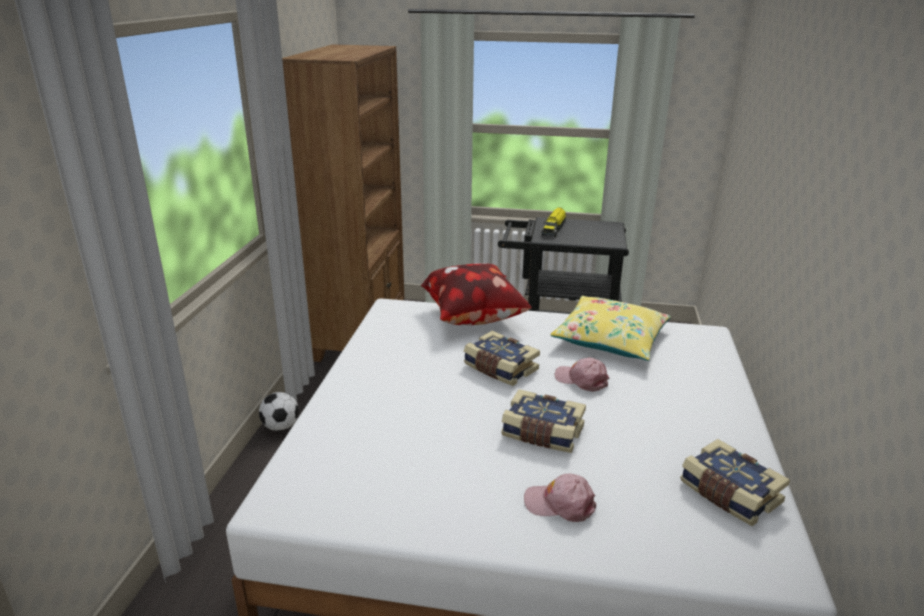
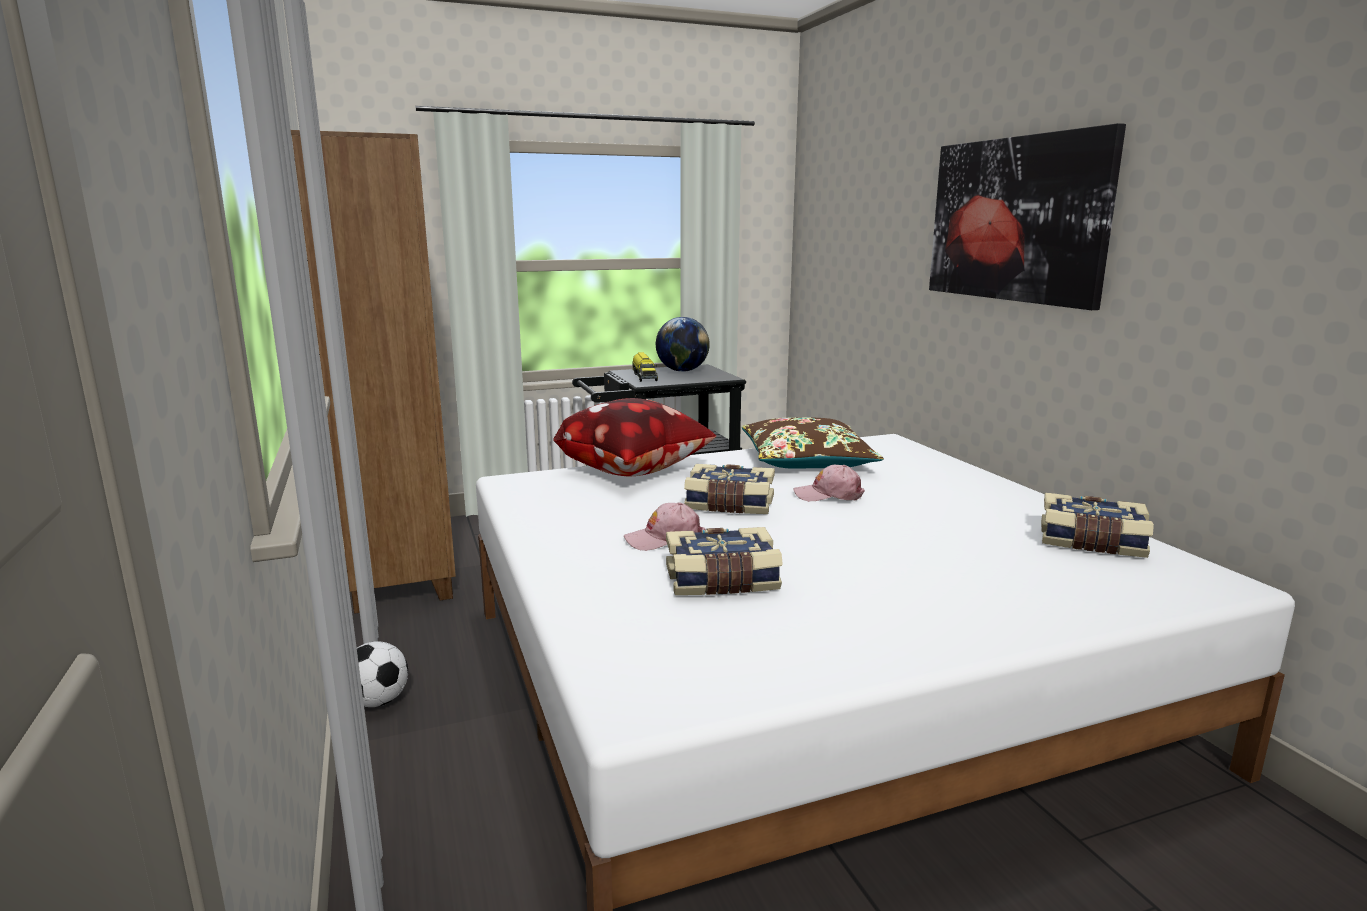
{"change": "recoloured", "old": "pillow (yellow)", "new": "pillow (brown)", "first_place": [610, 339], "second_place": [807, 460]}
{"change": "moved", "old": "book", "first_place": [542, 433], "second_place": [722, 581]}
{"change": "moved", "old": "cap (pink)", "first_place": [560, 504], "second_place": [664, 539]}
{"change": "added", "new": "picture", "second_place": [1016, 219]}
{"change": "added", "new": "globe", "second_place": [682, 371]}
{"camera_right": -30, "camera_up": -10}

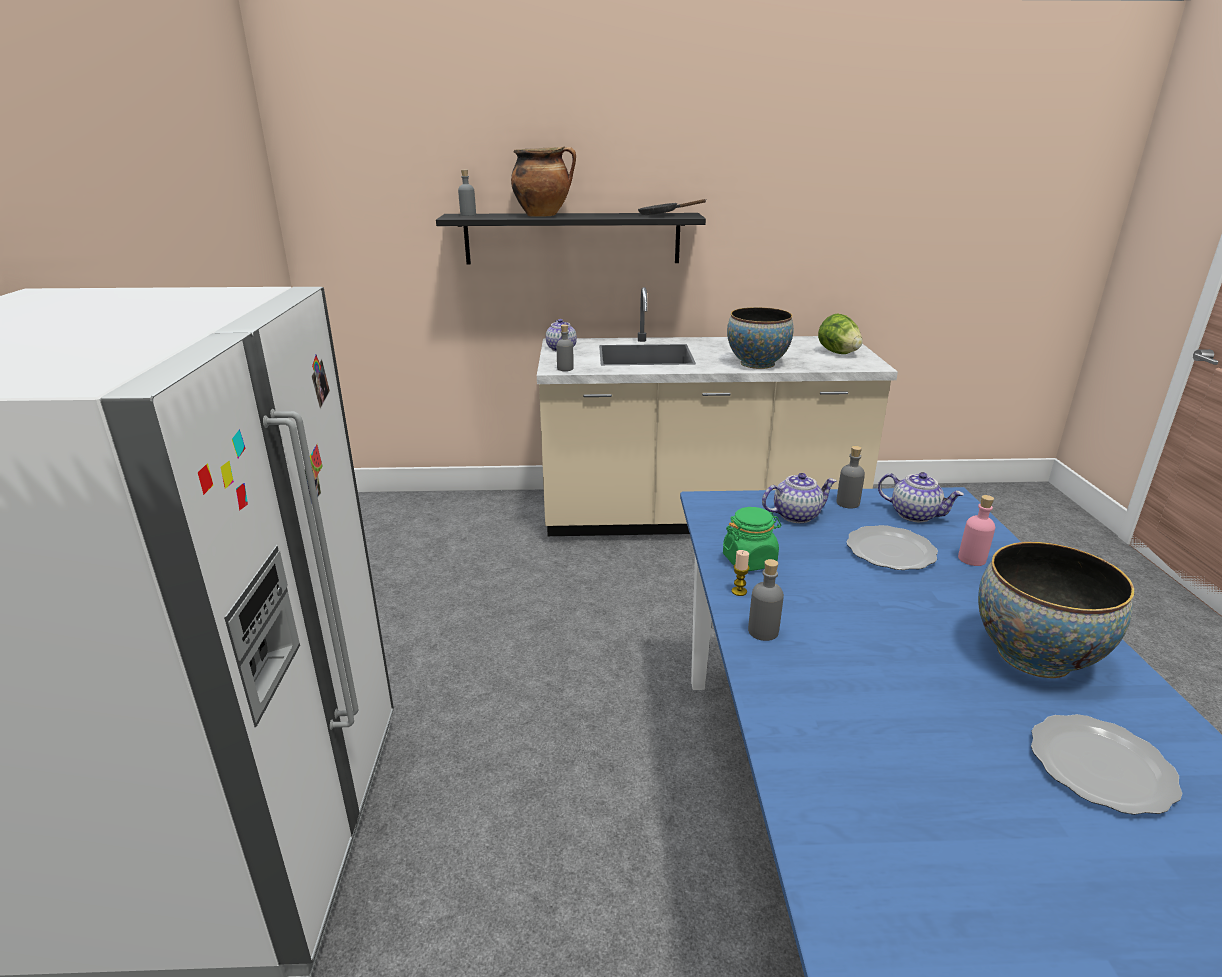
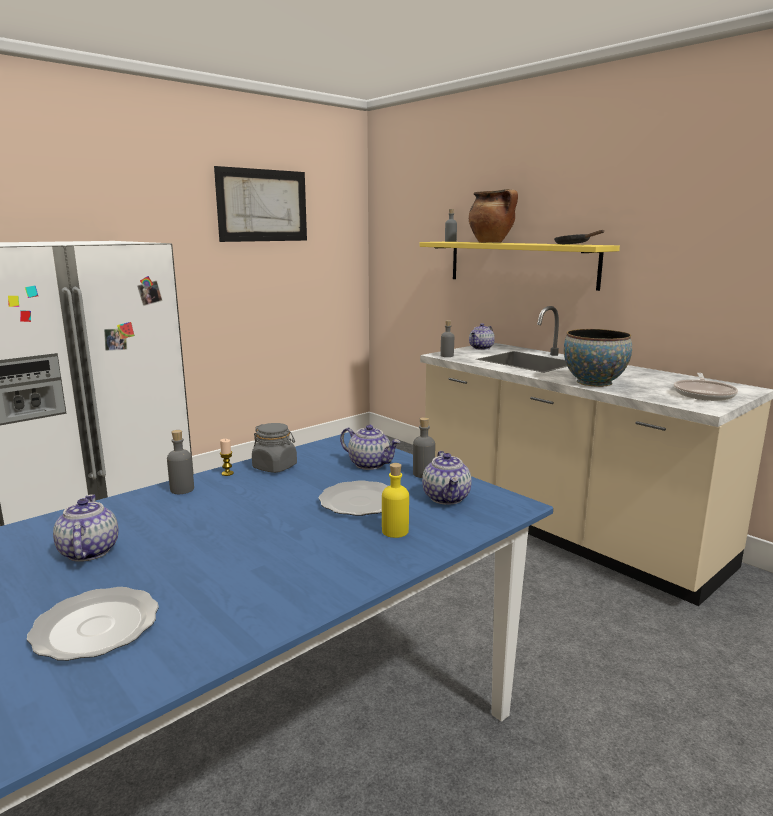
{"change": "recoloured", "old": "shelf (black)", "new": "shelf (yellow)", "first_place": [572, 238], "second_place": [520, 263]}
{"change": "replaced", "old": "lettuce", "new": "frying pan", "first_place": [838, 353], "second_place": [703, 394]}
{"change": "recoloured", "old": "bottle (pink)", "new": "bottle (yellow)", "first_place": [972, 559], "second_place": [395, 531]}
{"change": "recoloured", "old": "jar (green)", "new": "jar (grey)", "first_place": [749, 560], "second_place": [275, 467]}
{"change": "removed", "old": "bowl", "first_place": [1034, 656]}
{"change": "added", "new": "picture", "second_place": [263, 205]}
{"change": "added", "new": "teapot", "second_place": [88, 551]}
{"camera_right": 50, "camera_up": -10}

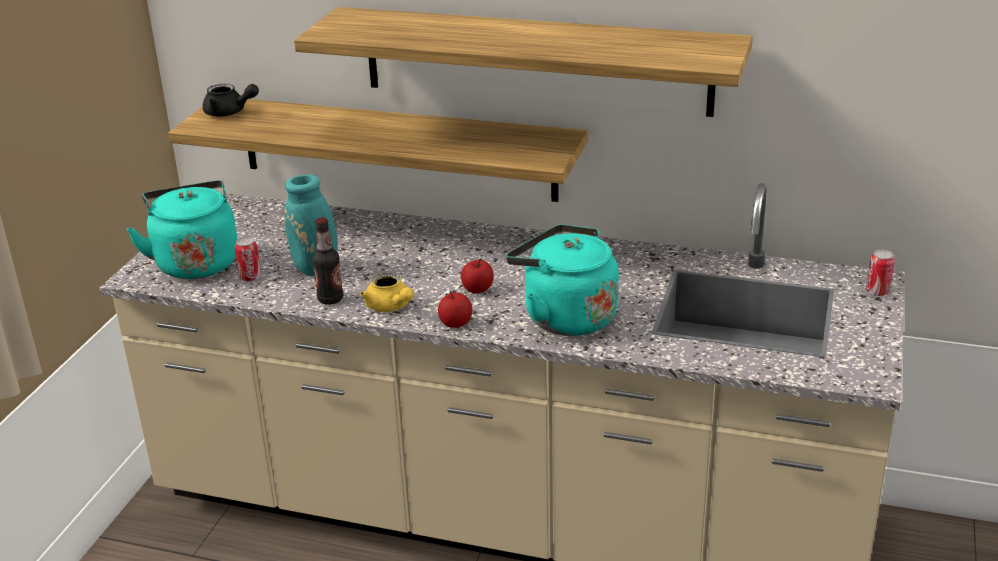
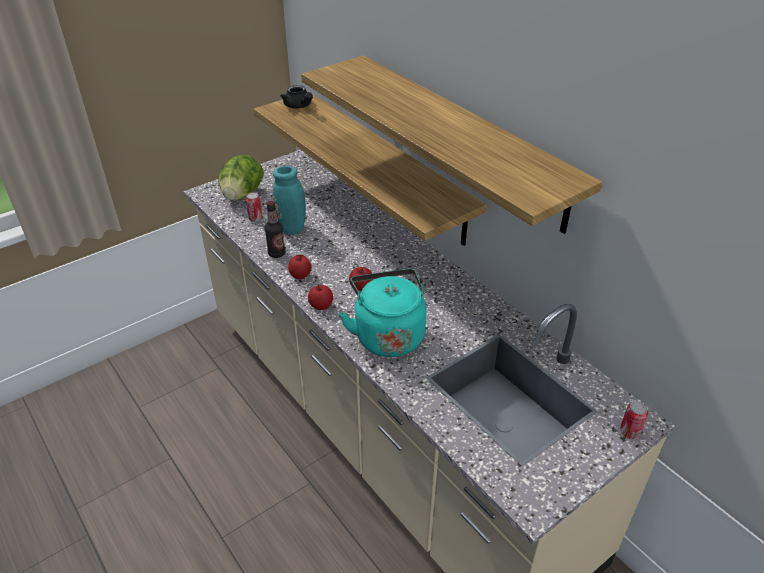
{"change": "replaced", "old": "kettle (turquoise)", "new": "lettuce", "first_place": [195, 262], "second_place": [242, 195]}
{"change": "replaced", "old": "teapot (yellow)", "new": "apple", "first_place": [390, 307], "second_place": [300, 275]}
{"camera_right": 35, "camera_up": 10}

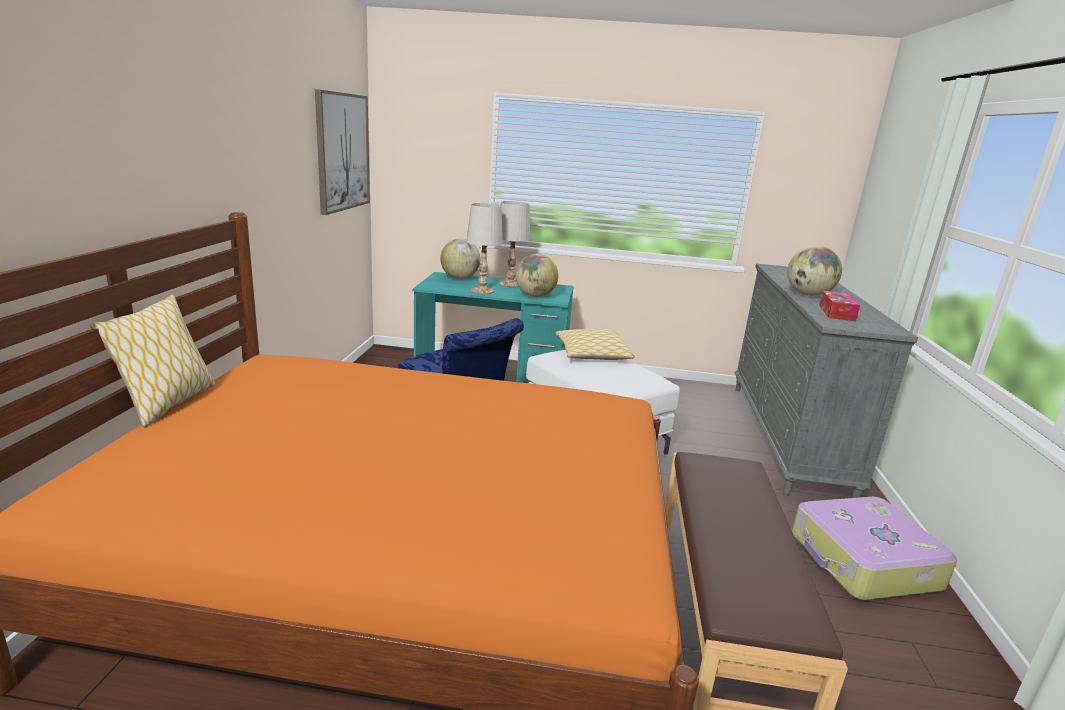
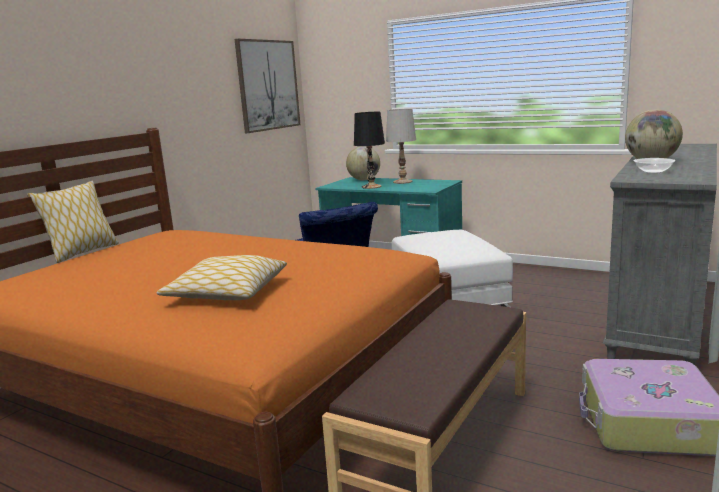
{"change": "recoloured", "old": "table lamp (white)", "new": "table lamp (black)", "first_place": [482, 290], "second_place": [371, 186]}
{"change": "removed", "old": "globe", "first_place": [535, 296]}
{"change": "replaced", "old": "tissue box", "new": "bowl", "first_place": [836, 313], "second_place": [653, 172]}
{"change": "moved", "old": "pillow", "first_place": [592, 355], "second_place": [227, 293]}
{"camera_right": 25, "camera_up": -5}

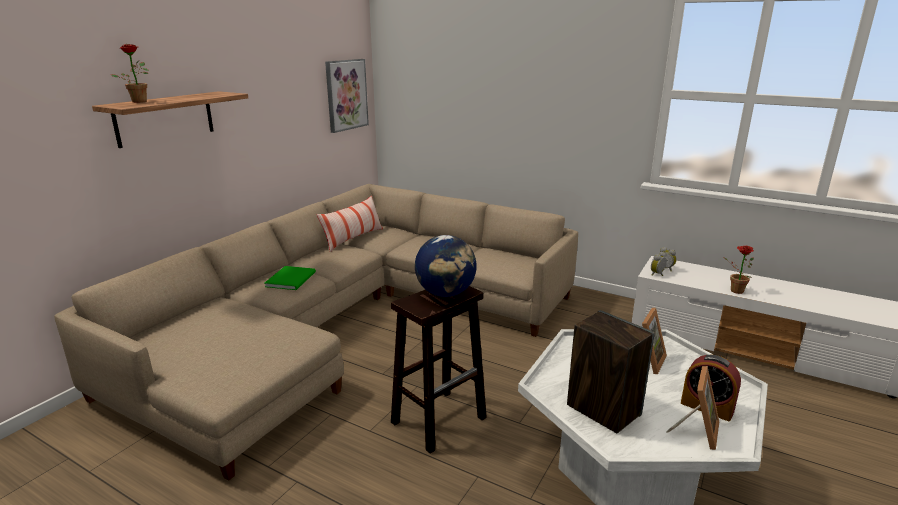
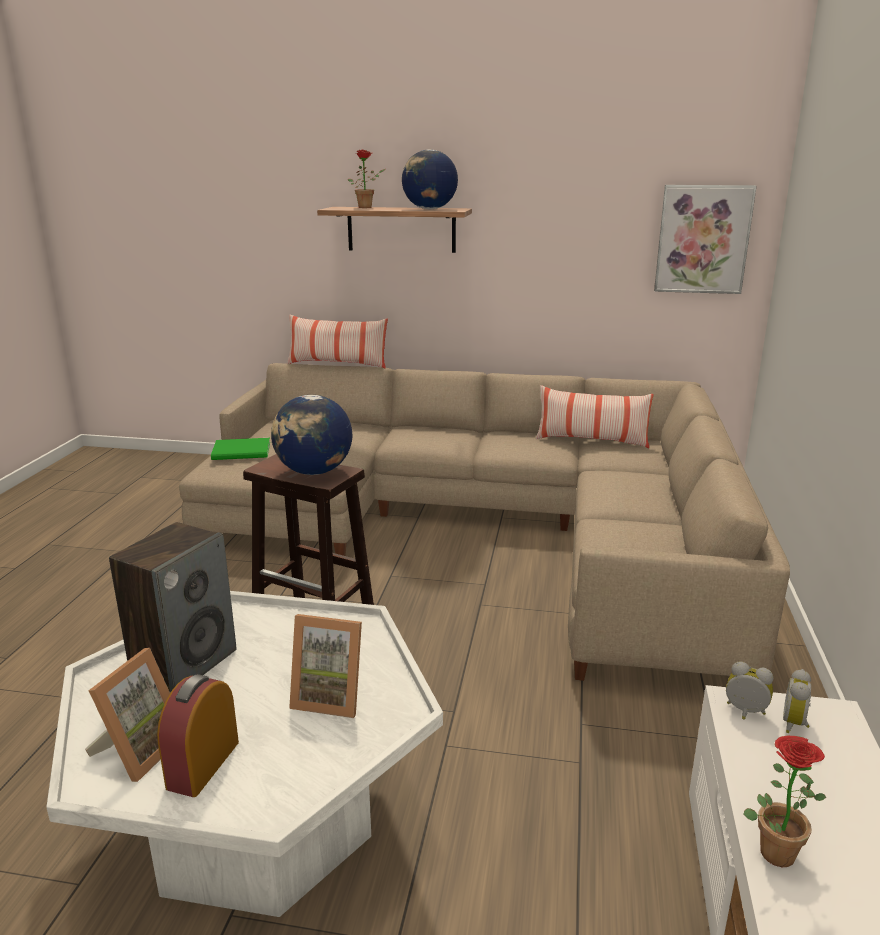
{"change": "moved", "old": "book (green)", "first_place": [292, 279], "second_place": [243, 451]}
{"change": "turned", "old": "picture frame", "first_place": [696, 430], "second_place": [139, 750], "degrees": -75}
{"change": "added", "new": "globe", "second_place": [429, 209]}
{"change": "added", "new": "pillow", "second_place": [337, 364]}
{"camera_right": 70, "camera_up": 0}

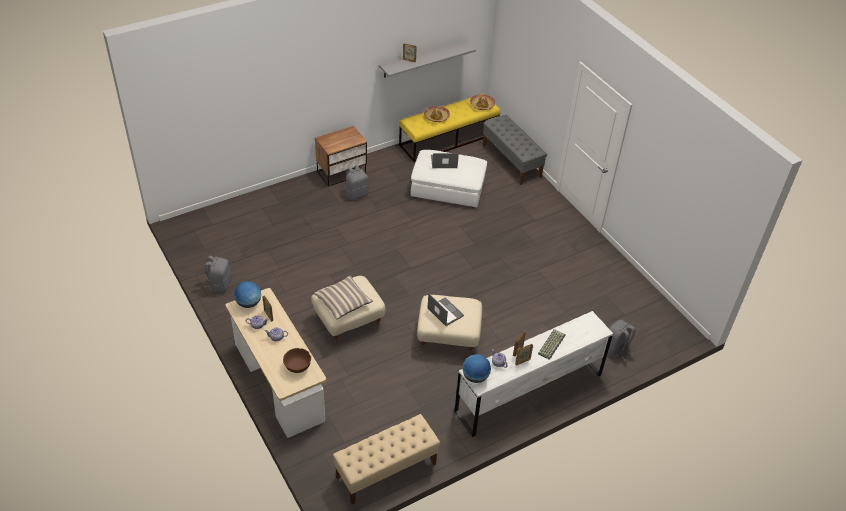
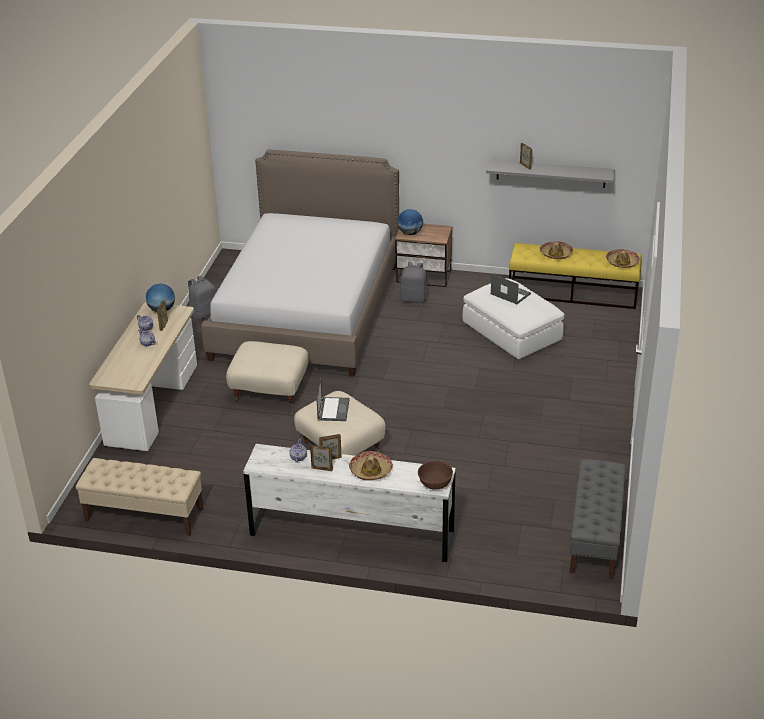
{"change": "moved", "old": "bench (grey)", "first_place": [511, 161], "second_place": [595, 536]}
{"change": "removed", "old": "pillow", "first_place": [343, 301]}
{"change": "removed", "old": "backpack (grey)", "first_place": [616, 349]}
{"change": "replaced", "old": "keyboard", "new": "hat", "first_place": [551, 344], "second_place": [371, 470]}
{"change": "moved", "old": "bowl (brown)", "first_place": [297, 366], "second_place": [435, 484]}
{"change": "moved", "old": "globe", "first_place": [475, 377], "second_place": [410, 233]}
{"change": "added", "new": "bed", "second_place": [307, 311]}
{"camera_right": 45, "camera_up": -10}

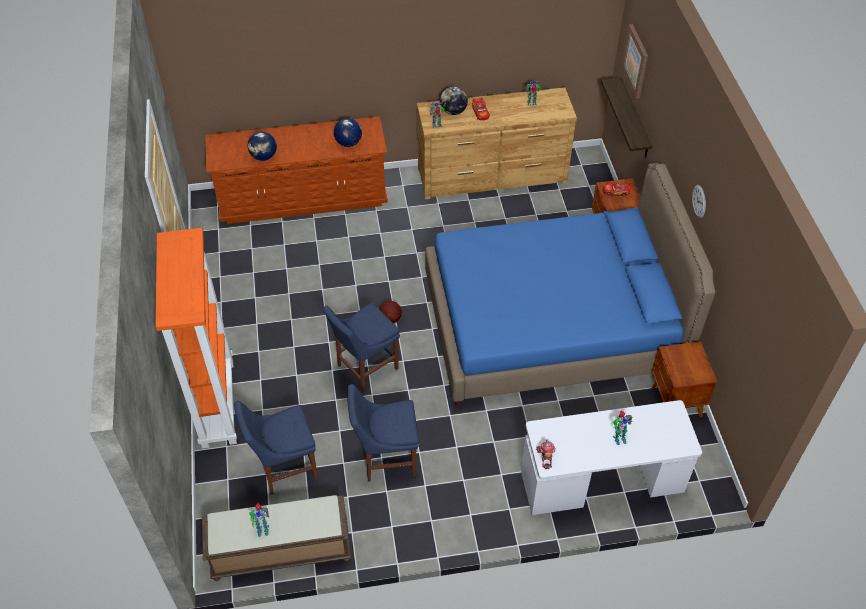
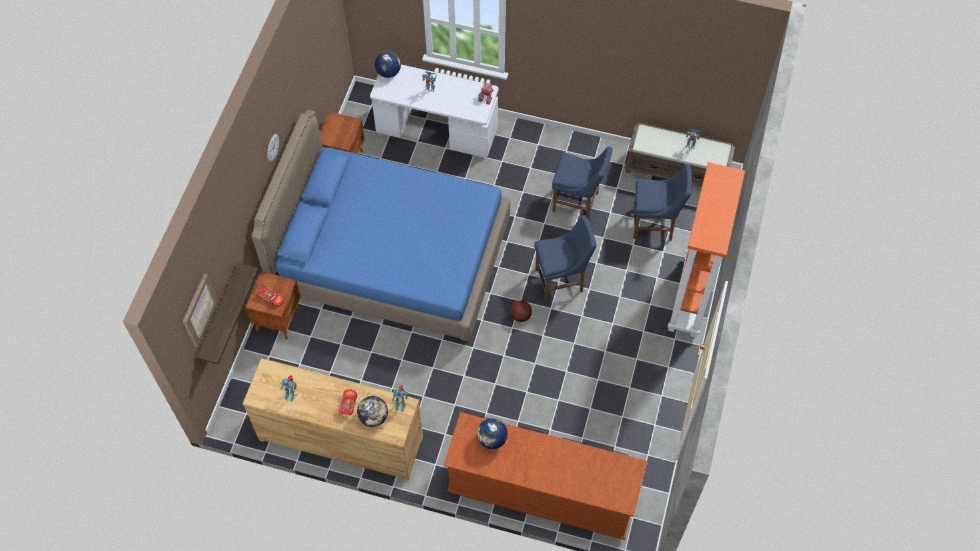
{"change": "moved", "old": "globe", "first_place": [264, 157], "second_place": [388, 72]}
{"camera_right": -155, "camera_up": 10}

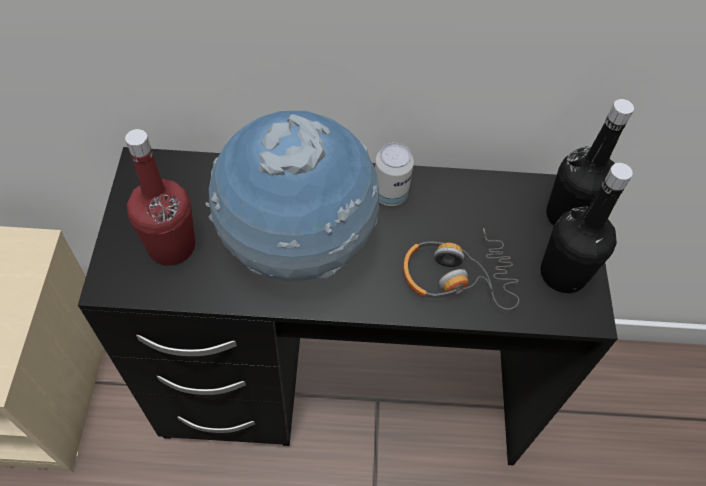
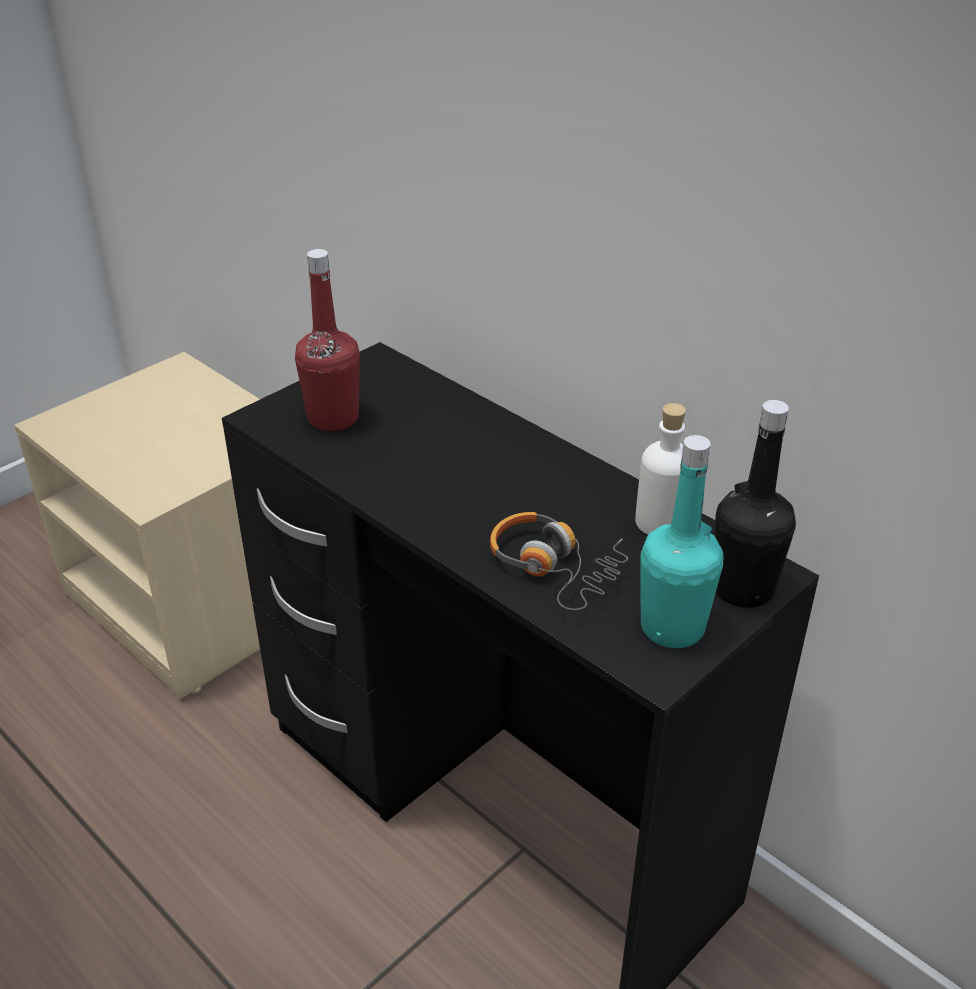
{"change": "removed", "old": "globe", "first_place": [297, 246]}
{"change": "removed", "old": "can", "first_place": [390, 194]}
{"change": "recoloured", "old": "bottle (black)", "new": "bottle (turquoise)", "first_place": [563, 274], "second_place": [672, 627]}
{"change": "added", "new": "bottle (white)", "second_place": [660, 522]}
{"camera_right": 45, "camera_up": -20}

